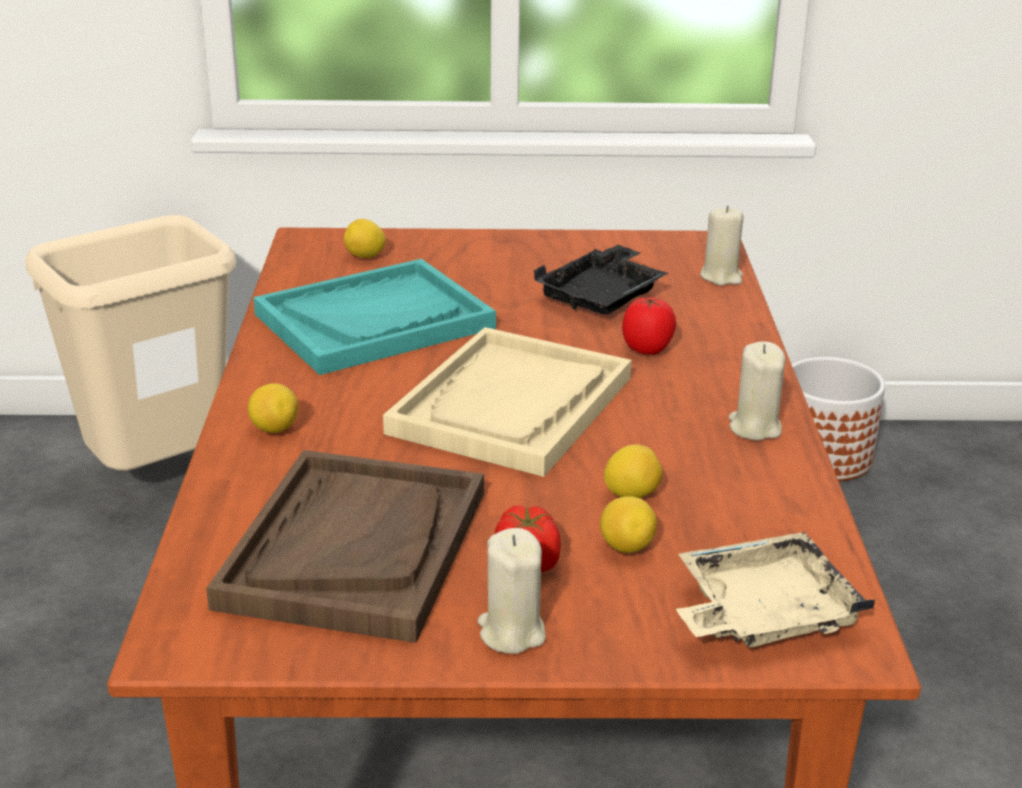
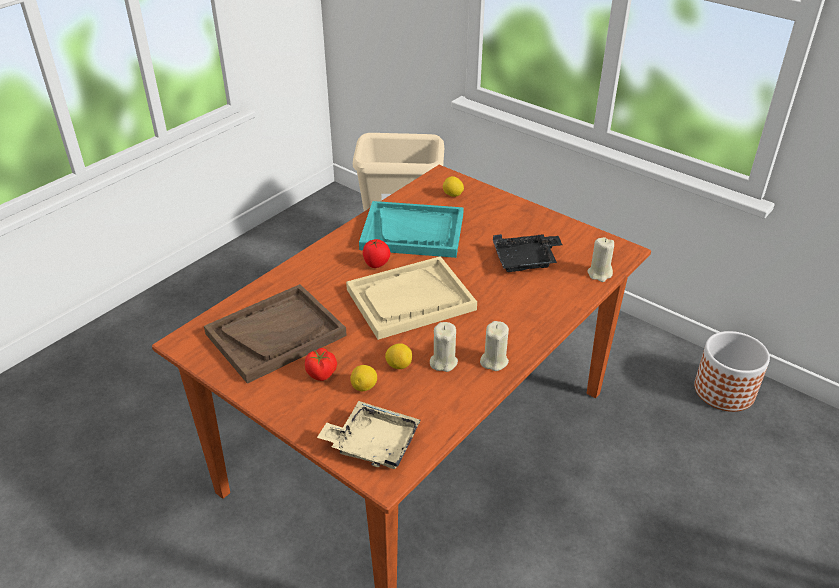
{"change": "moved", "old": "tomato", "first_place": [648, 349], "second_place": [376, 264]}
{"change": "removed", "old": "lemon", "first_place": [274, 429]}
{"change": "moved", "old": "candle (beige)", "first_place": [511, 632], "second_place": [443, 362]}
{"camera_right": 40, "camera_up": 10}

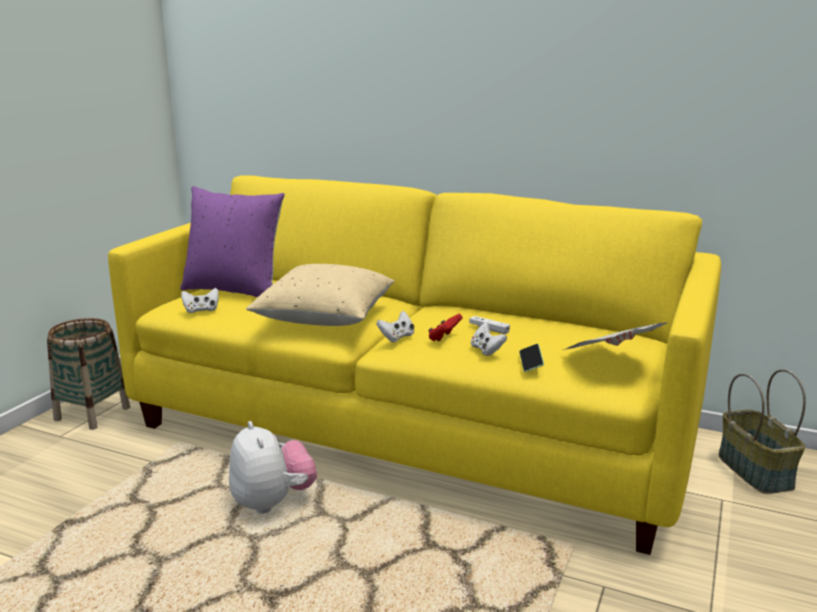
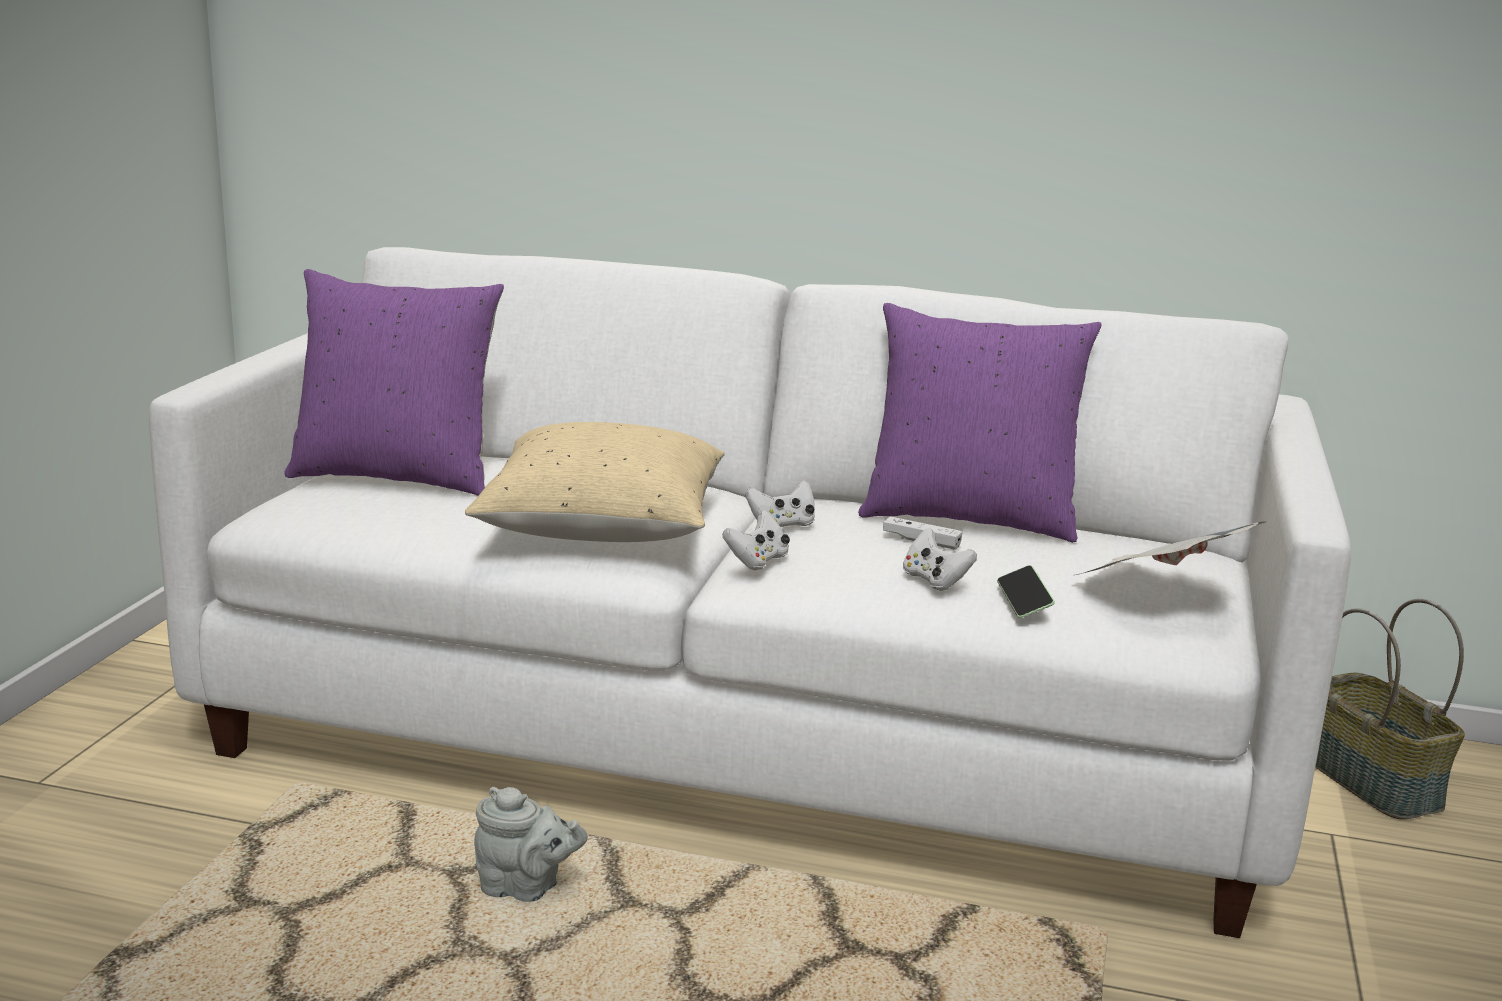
{"change": "recoloured", "old": "sofa (yellow)", "new": "sofa (white)", "first_place": [410, 430], "second_place": [744, 737]}
{"change": "moved", "old": "game controller (white)", "first_place": [201, 310], "second_place": [782, 525]}
{"change": "removed", "old": "game controller (red)", "first_place": [444, 338]}
{"change": "removed", "old": "basket", "first_place": [93, 413]}
{"change": "replaced", "old": "plush toy", "new": "teapot (grey)", "first_place": [272, 502], "second_place": [525, 889]}
{"change": "added", "new": "pillow (purple)", "second_place": [969, 518]}
{"camera_right": -10, "camera_up": 0}

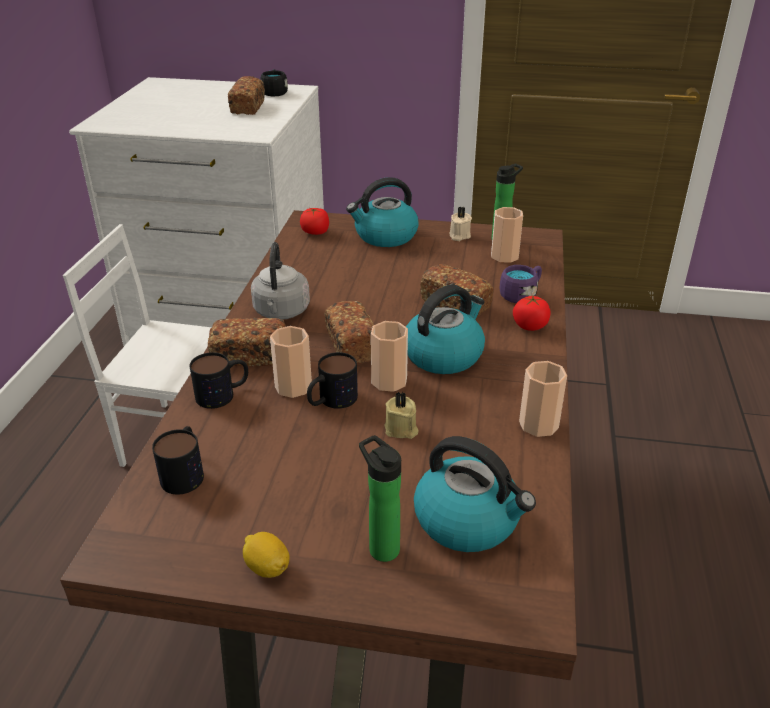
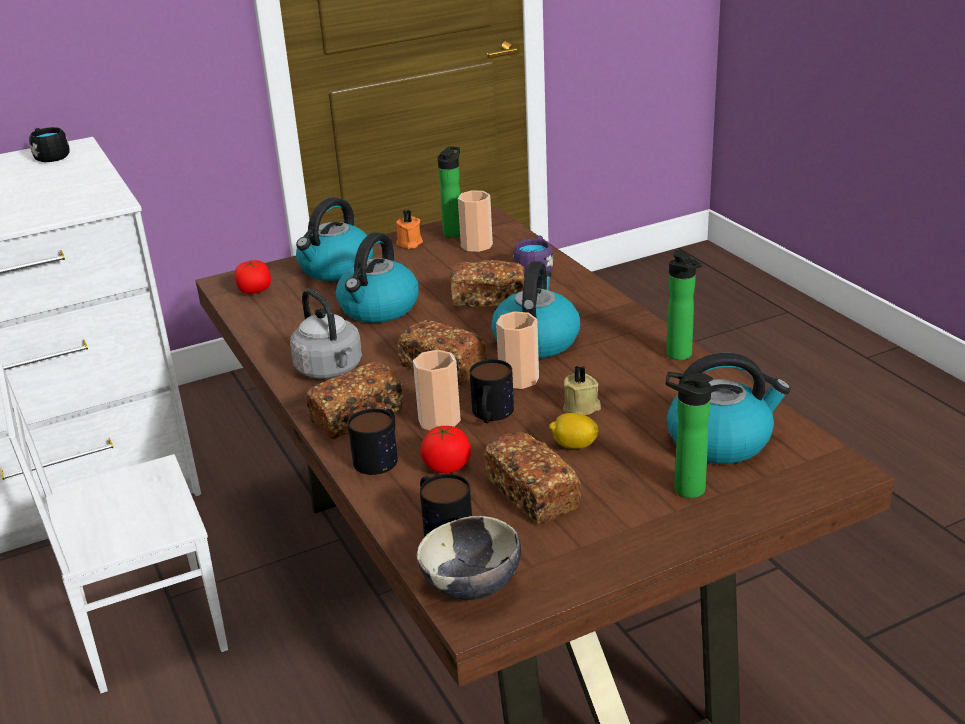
{"change": "moved", "old": "bread", "first_place": [248, 107], "second_place": [533, 494]}
{"change": "recoloured", "old": "candle (beige)", "new": "candle (orange)", "first_place": [459, 236], "second_place": [409, 243]}
{"change": "moved", "old": "tomato", "first_place": [530, 325], "second_place": [447, 466]}
{"change": "replaced", "old": "cup", "new": "bottle", "first_place": [538, 424], "second_place": [681, 356]}
{"change": "moved", "old": "lemon", "first_place": [267, 568], "second_place": [574, 446]}
{"change": "added", "new": "kettle", "second_place": [378, 309]}
{"change": "added", "new": "bowl", "second_place": [472, 588]}
{"camera_right": -35, "camera_up": -5}

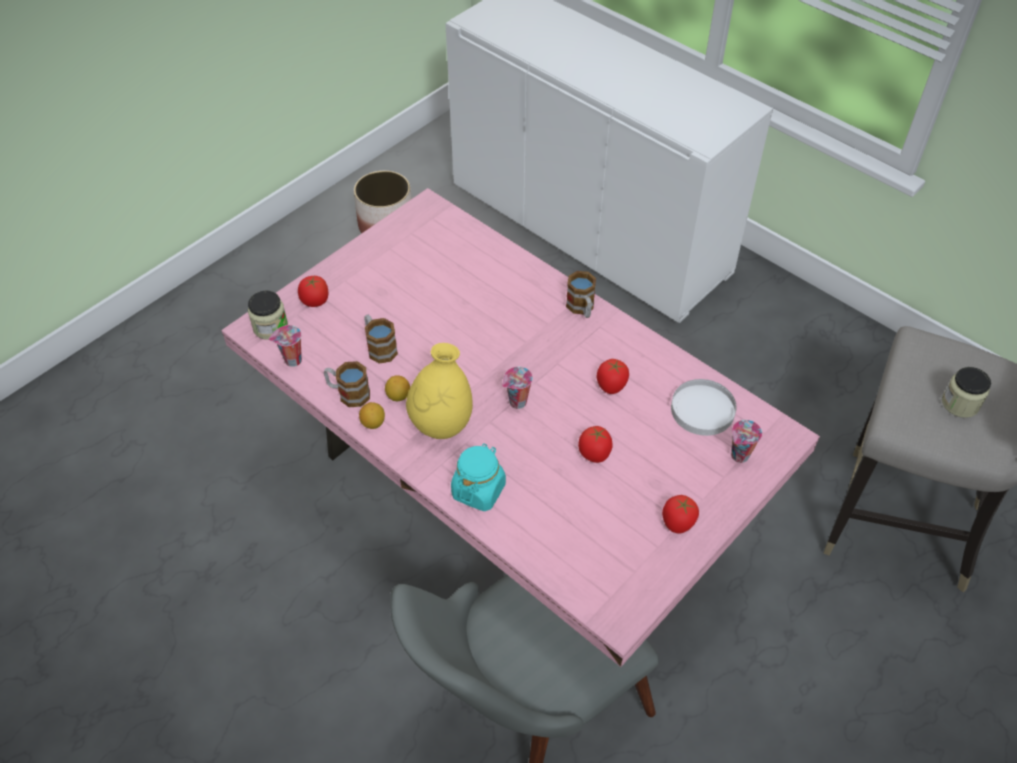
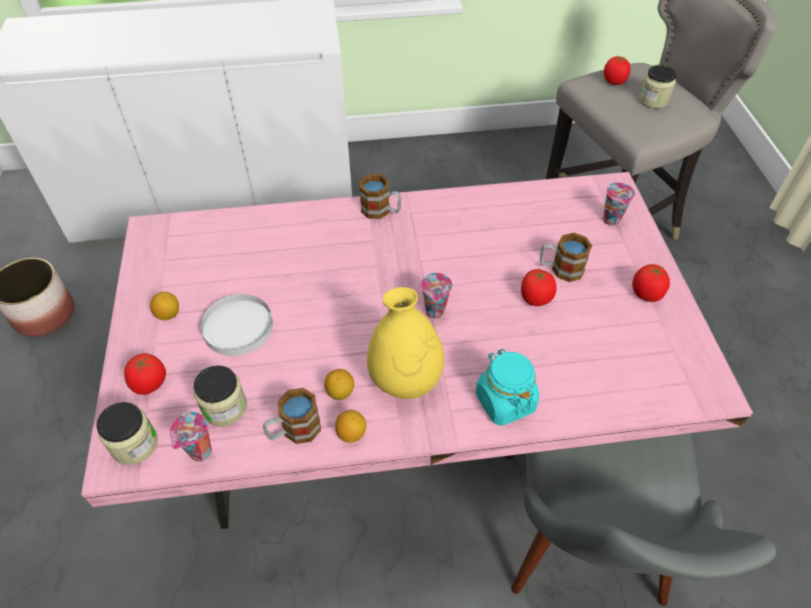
{"change": "moved", "old": "mug", "first_place": [379, 347], "second_place": [560, 269]}
{"change": "moved", "old": "tomato", "first_place": [611, 386], "second_place": [614, 81]}
{"change": "moved", "old": "plate (white)", "first_place": [703, 409], "second_place": [238, 327]}
{"change": "added", "new": "lemon", "second_place": [168, 314]}
{"change": "added", "new": "jar", "second_place": [225, 407]}
{"camera_right": -50, "camera_up": 0}

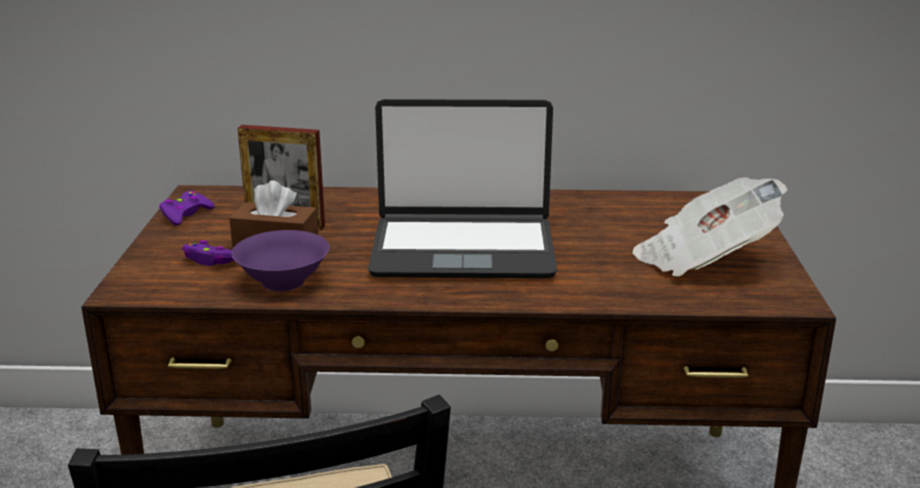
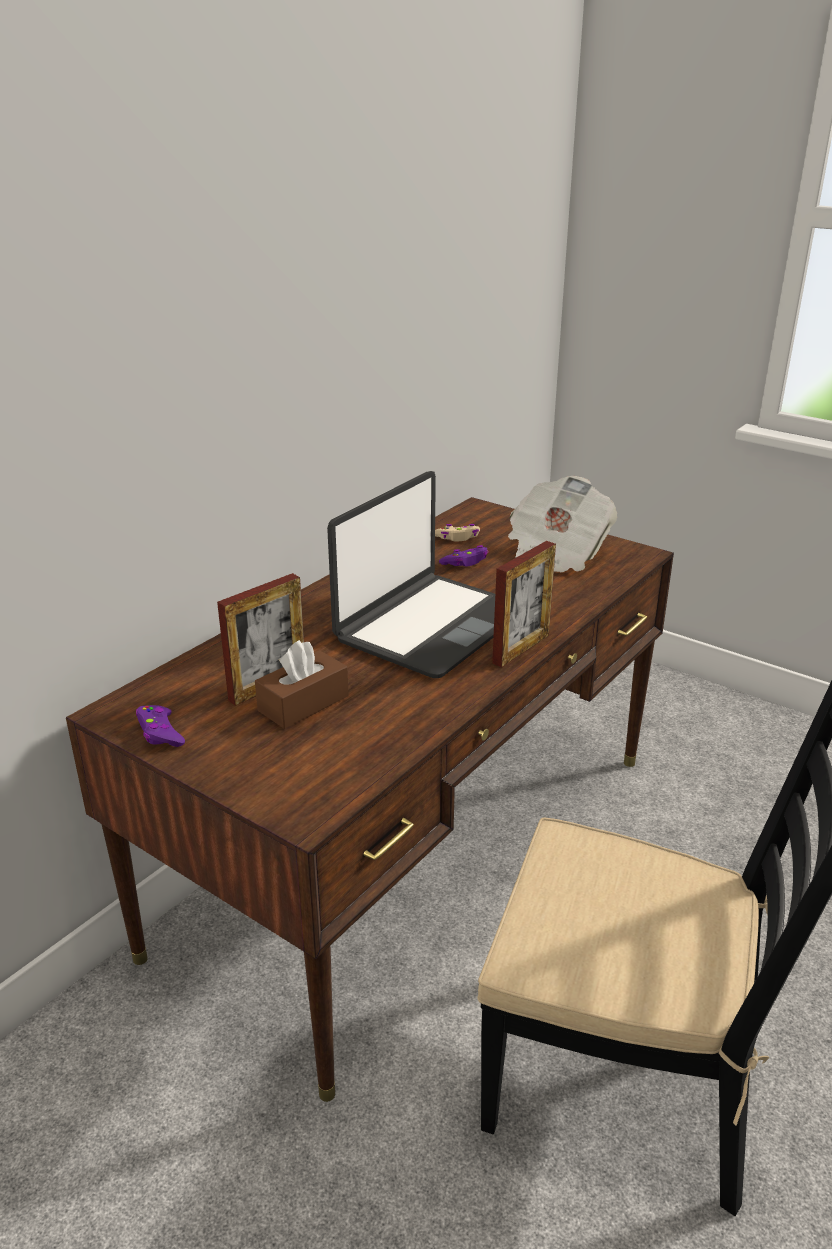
{"change": "removed", "old": "bowl (purple)", "first_place": [282, 282]}
{"change": "moved", "old": "game controller (purple)", "first_place": [212, 261], "second_place": [465, 562]}
{"change": "added", "new": "game controller (beige)", "second_place": [457, 538]}
{"change": "added", "new": "picture frame", "second_place": [521, 649]}
{"camera_right": -55, "camera_up": 5}

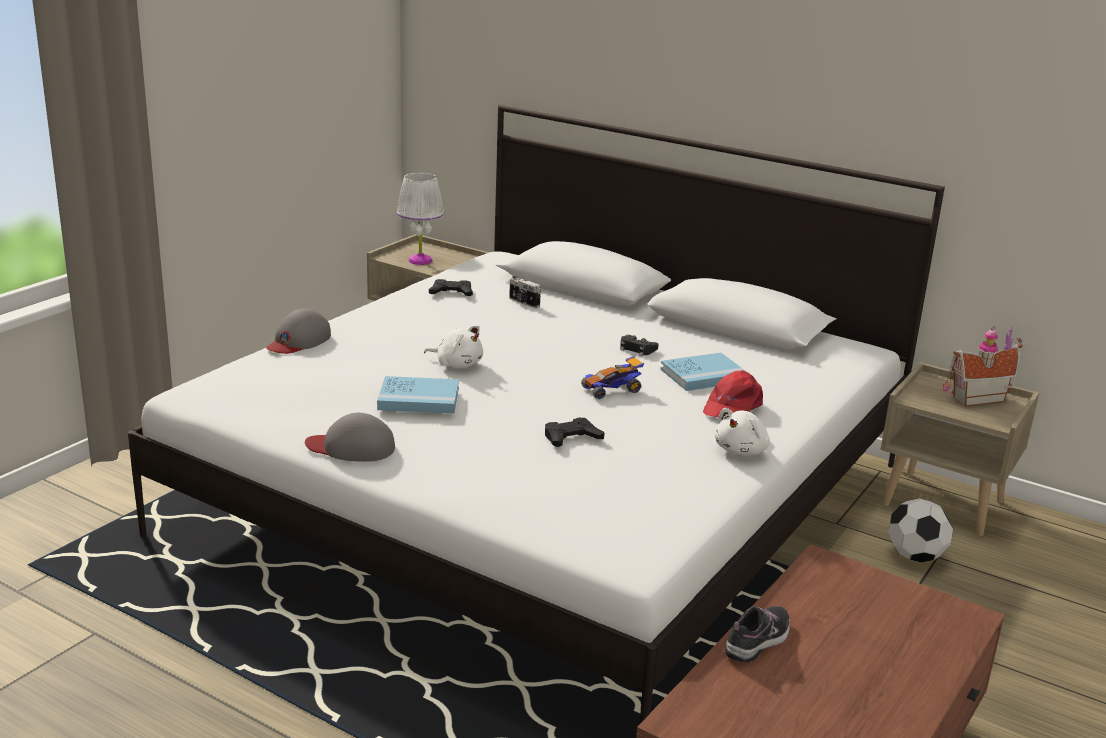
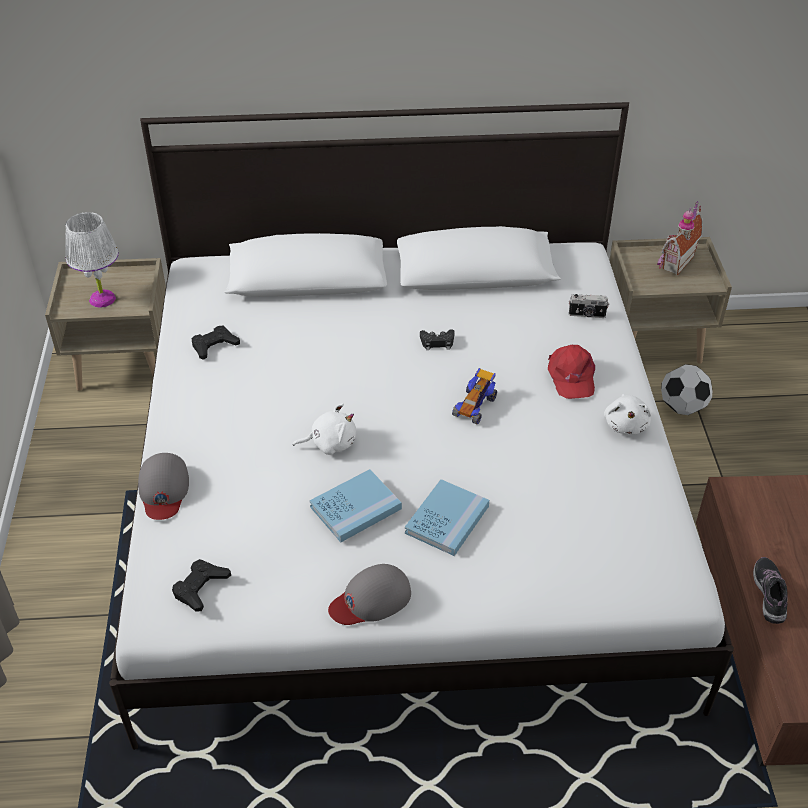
{"change": "moved", "old": "photo camera", "first_place": [523, 302], "second_place": [587, 315]}
{"change": "moved", "old": "book (blue)", "first_place": [703, 375], "second_place": [447, 519]}
{"change": "moved", "old": "game controller (black)", "first_place": [571, 438], "second_place": [200, 587]}
{"camera_right": -35, "camera_up": 20}

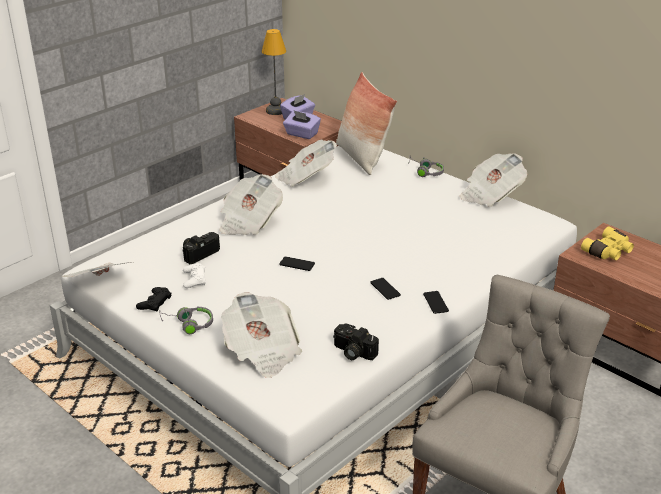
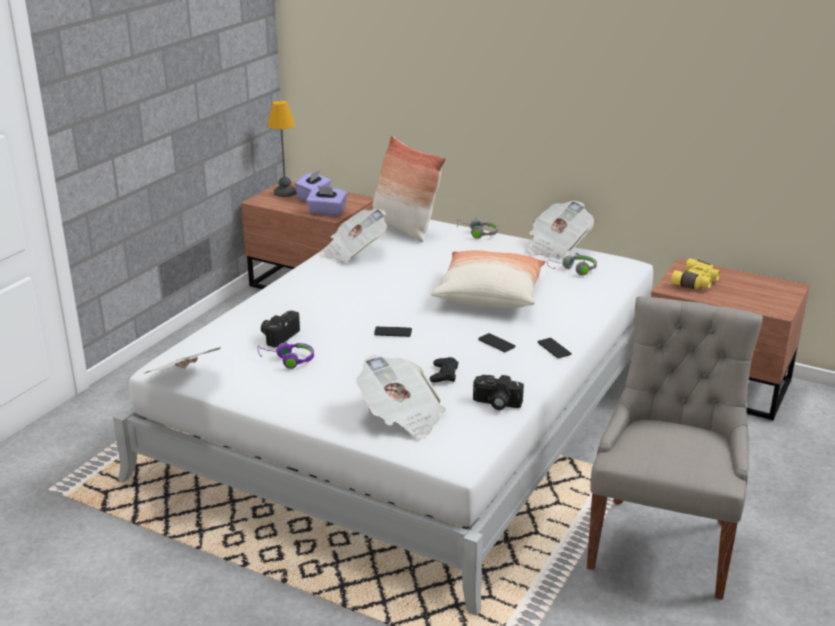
{"change": "removed", "old": "newspaper", "first_place": [249, 222]}
{"change": "replaced", "old": "game controller (white)", "new": "headphones (purple)", "first_place": [194, 279], "second_place": [288, 360]}
{"change": "moved", "old": "game controller (black)", "first_place": [154, 302], "second_place": [444, 374]}
{"change": "moved", "old": "headphones (grey)", "first_place": [188, 324], "second_place": [574, 270]}
{"change": "added", "new": "pillow", "second_place": [489, 294]}
{"camera_right": -15, "camera_up": -5}

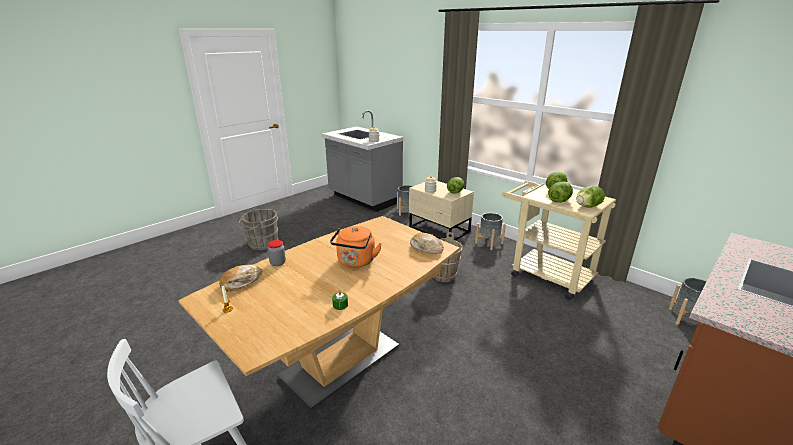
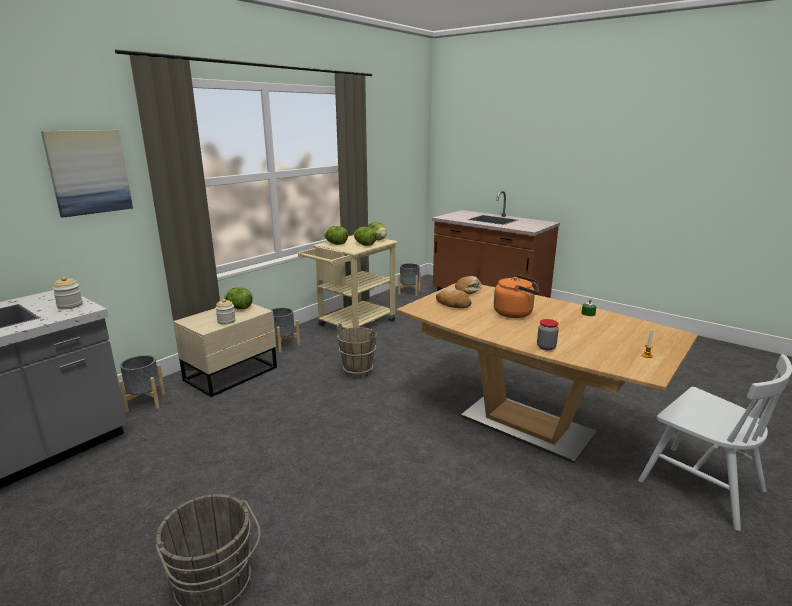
{"change": "moved", "old": "bread", "first_place": [241, 282], "second_place": [453, 304]}
{"change": "added", "new": "picture", "second_place": [89, 172]}
{"camera_right": -95, "camera_up": -5}

